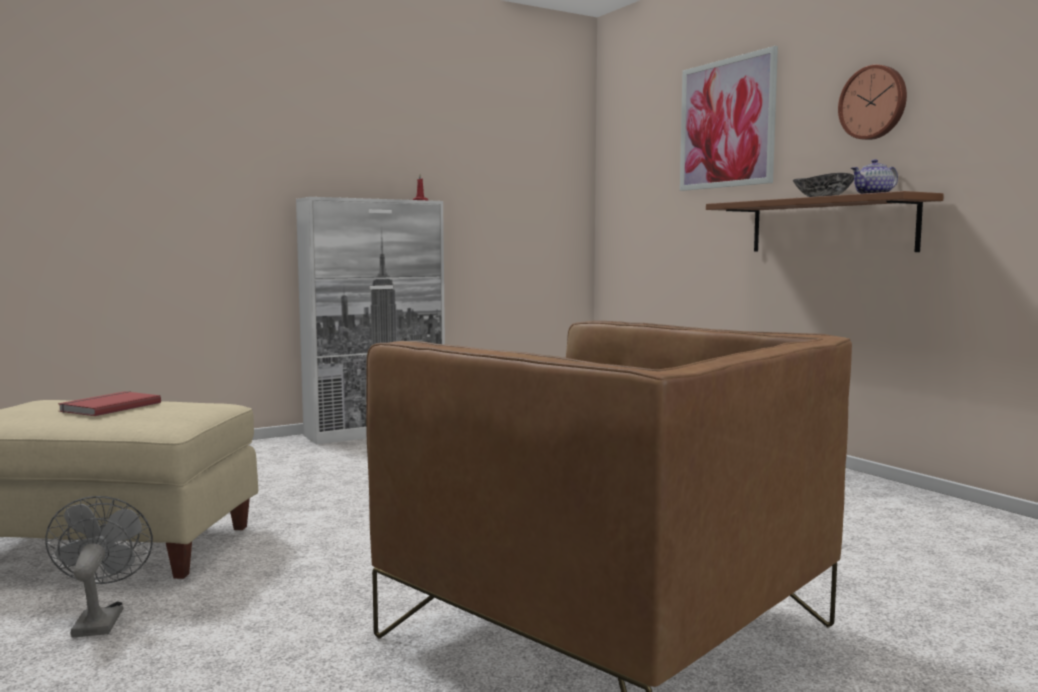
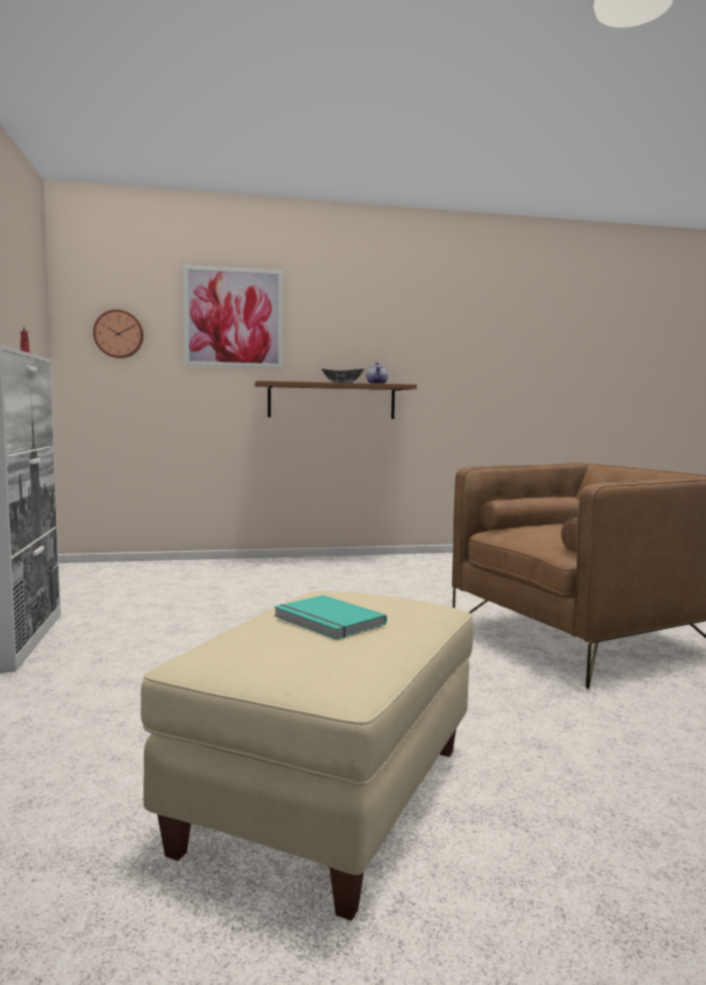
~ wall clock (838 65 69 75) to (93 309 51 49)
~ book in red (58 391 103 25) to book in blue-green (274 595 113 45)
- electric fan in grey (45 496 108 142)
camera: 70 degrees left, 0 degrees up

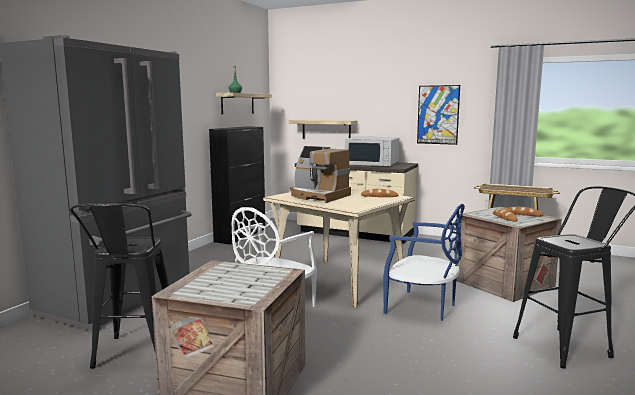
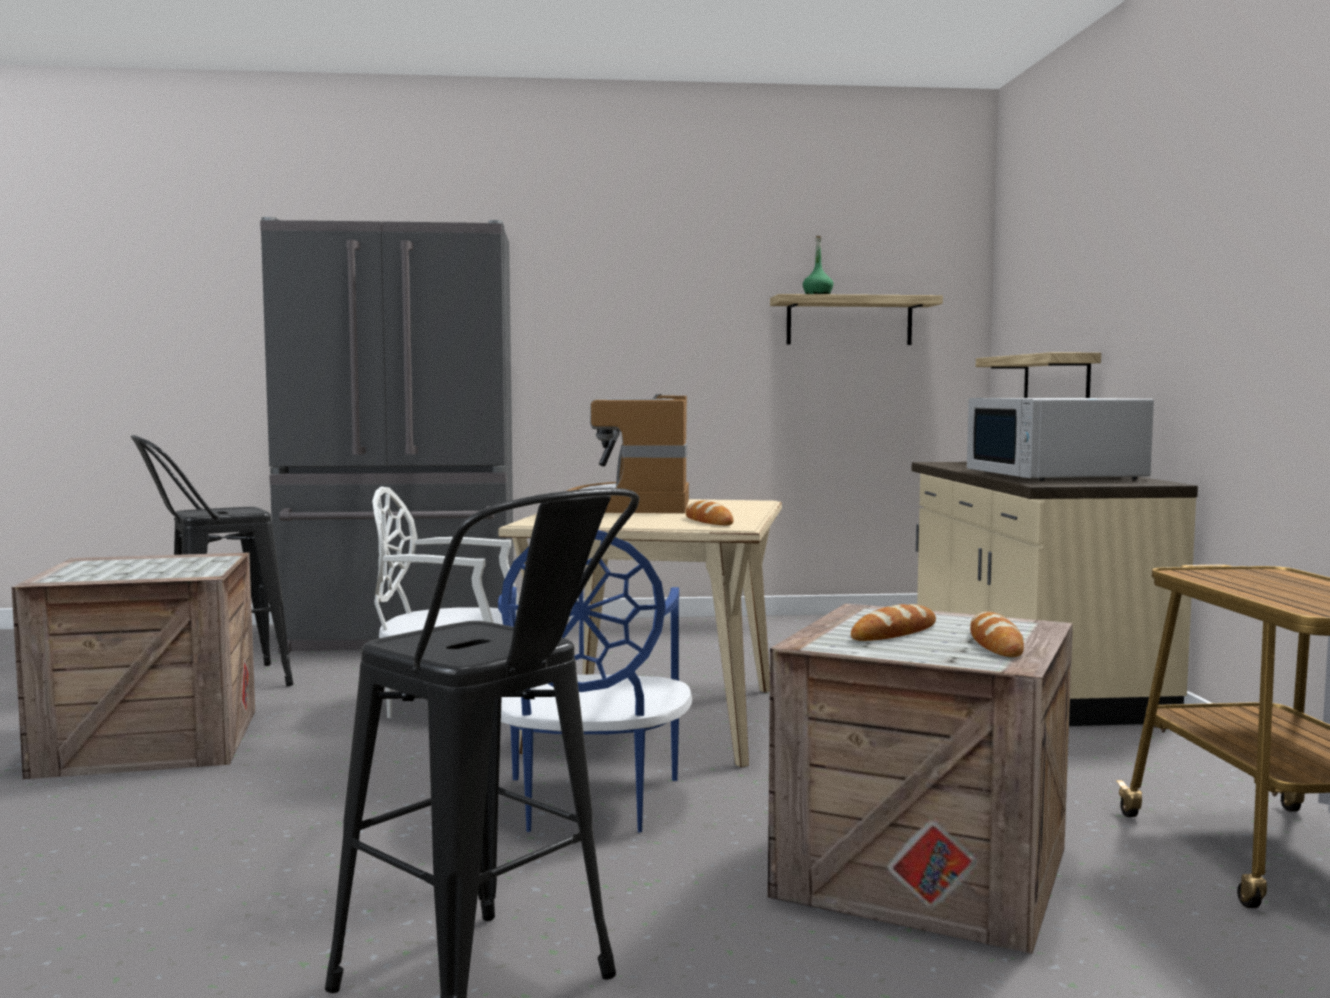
- wall art (417 85 43 60)
- cabinet in black (209 126 56 119)
camera: 60 degrees right, 5 degrees down

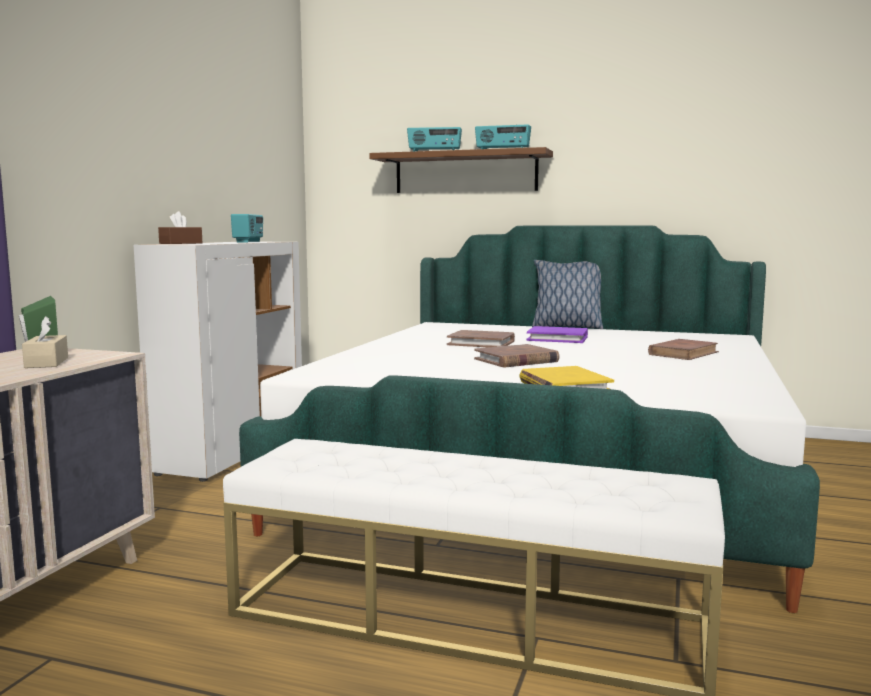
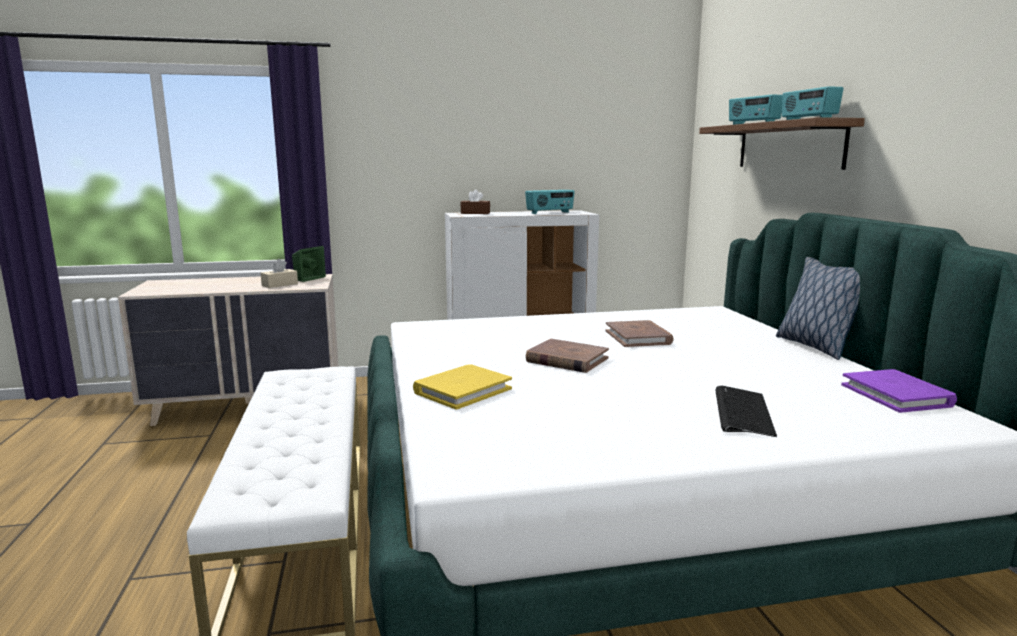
~ book in purplish (527 326 61 17) to (841 369 116 44)
~ book in brown (648 339 71 21) to computer keyboard (715 385 62 52)
camera: 60 degrees right, 5 degrees up

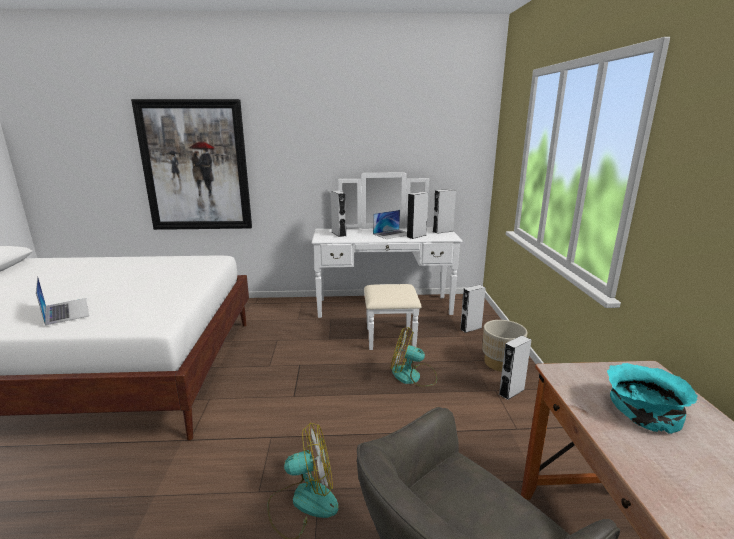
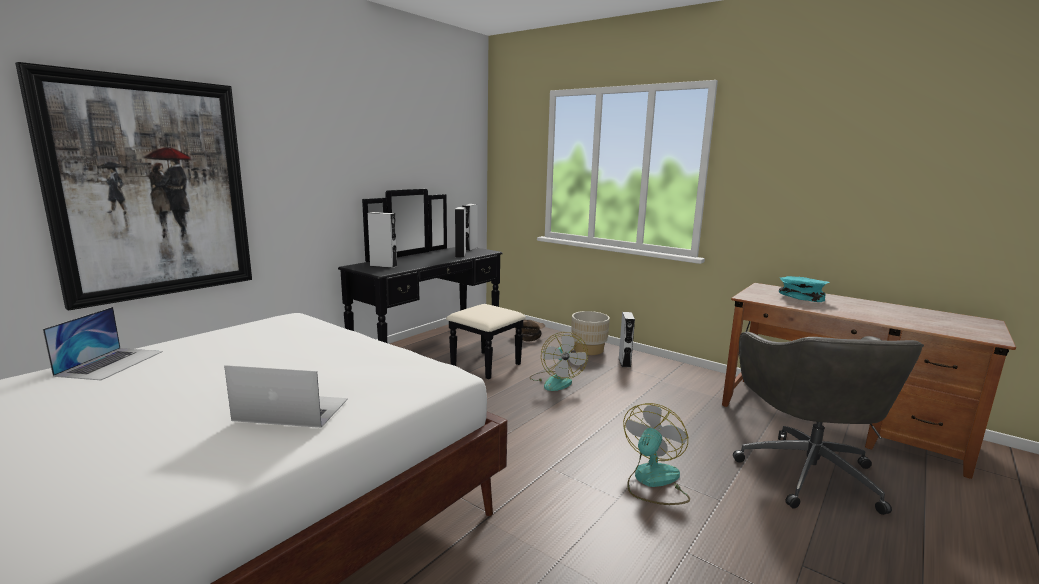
~ drawer chest in white-coloured (311 173 151 177) to drawer chest in black (338 189 188 190)
~ notebook computer (373 210 34 29) to (43 307 120 73)
~ speaker in grey (460 285 26 48) to serving bowl in brown (515 320 31 21)
~ electric fan (391 327 46 60) = (529 332 59 59) 60 degrees counterclockwise
camera: 50 degrees left, 5 degrees down

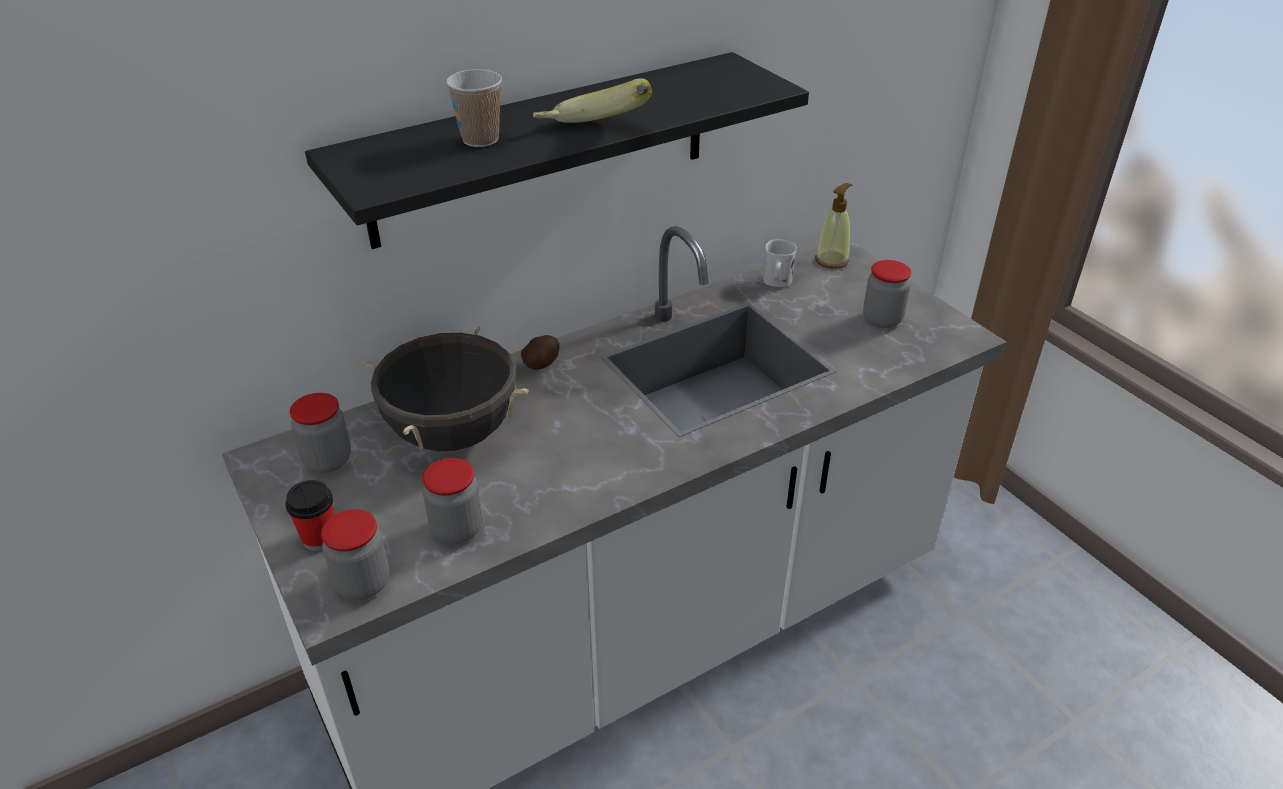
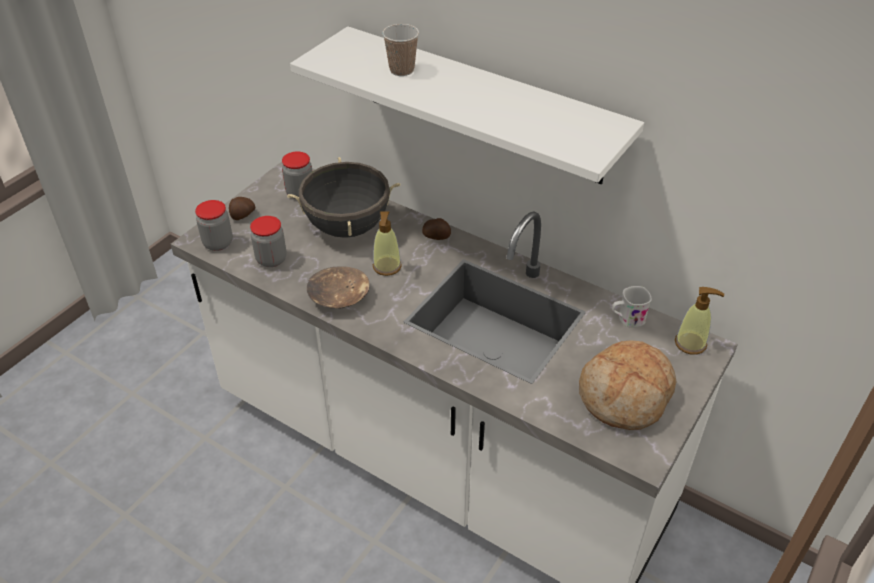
~ wall shelf in black (305 52 504 197) to wall shelf in white-coloured (290 26 354 158)
- whole banana (533 78 119 45)
~ storage jar (863 260 48 68) to bread (579 340 98 90)
~ small cup (285 480 49 71) to spud (229 197 26 23)
+ soap dispenser (373 211 29 65)
+ serving bowl in brown (307 266 63 43)
camera: 65 degrees right, 5 degrees up

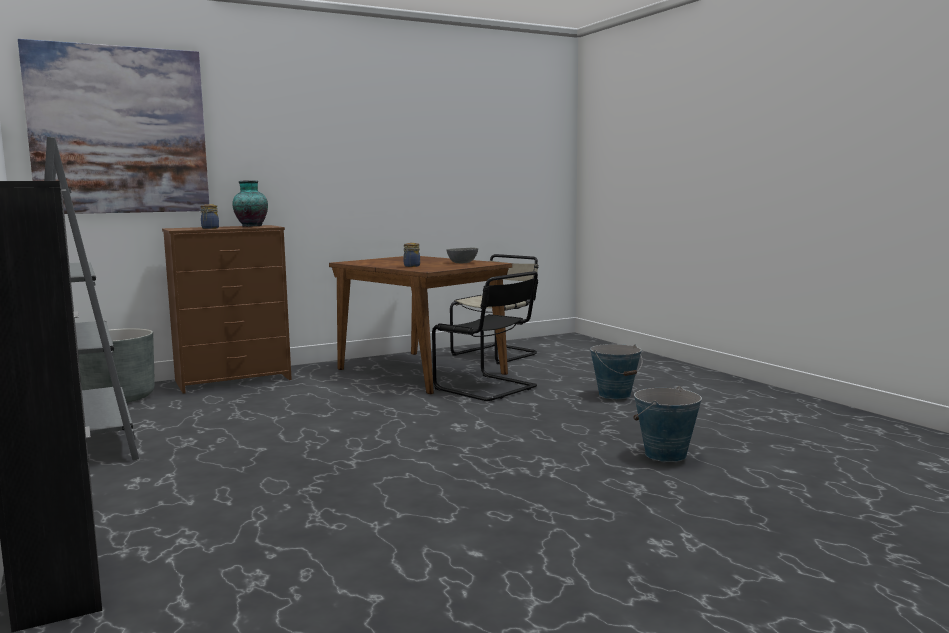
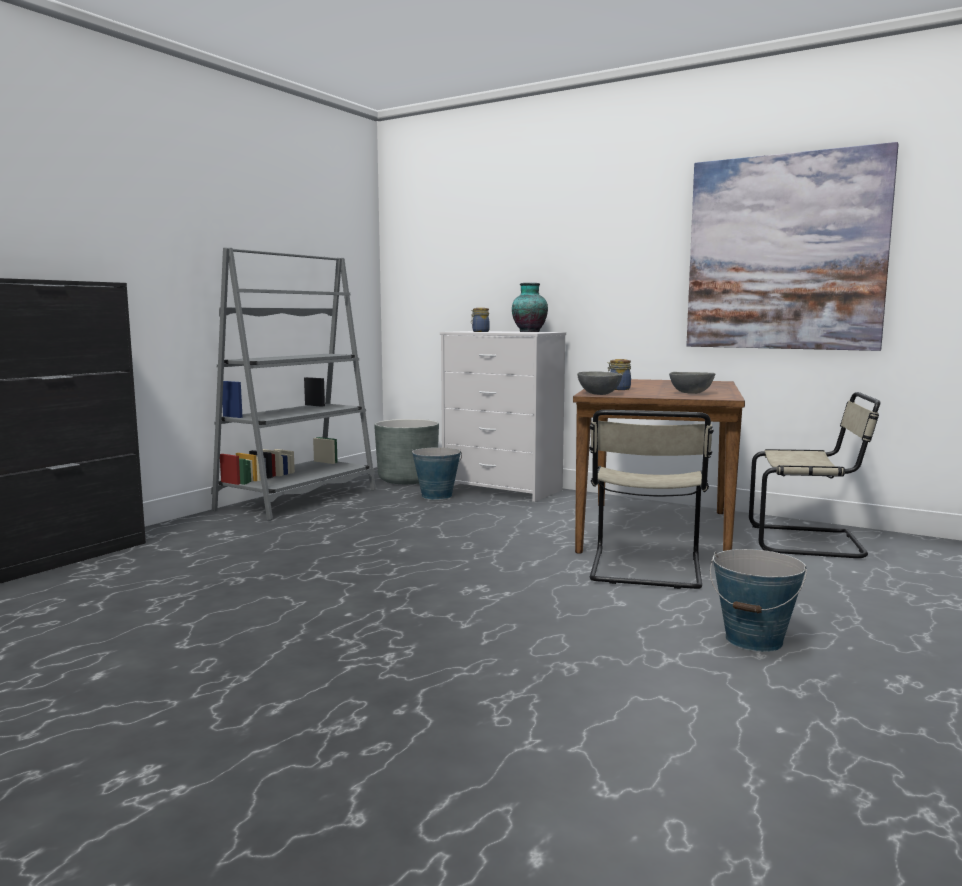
~ wall art (18 39 191 175) to (686 142 213 209)
~ drawer chest in brown (162 225 130 169) to drawer chest in white-coloured (440 331 126 171)
~ upright chair in black (432 271 106 130) to upright chair in beige (590 410 124 179)
~ water bucket (633 386 69 76) to (412 447 50 53)
+ serving bowl in grey (577 371 45 24)
camera: 60 degrees right, 0 degrees up

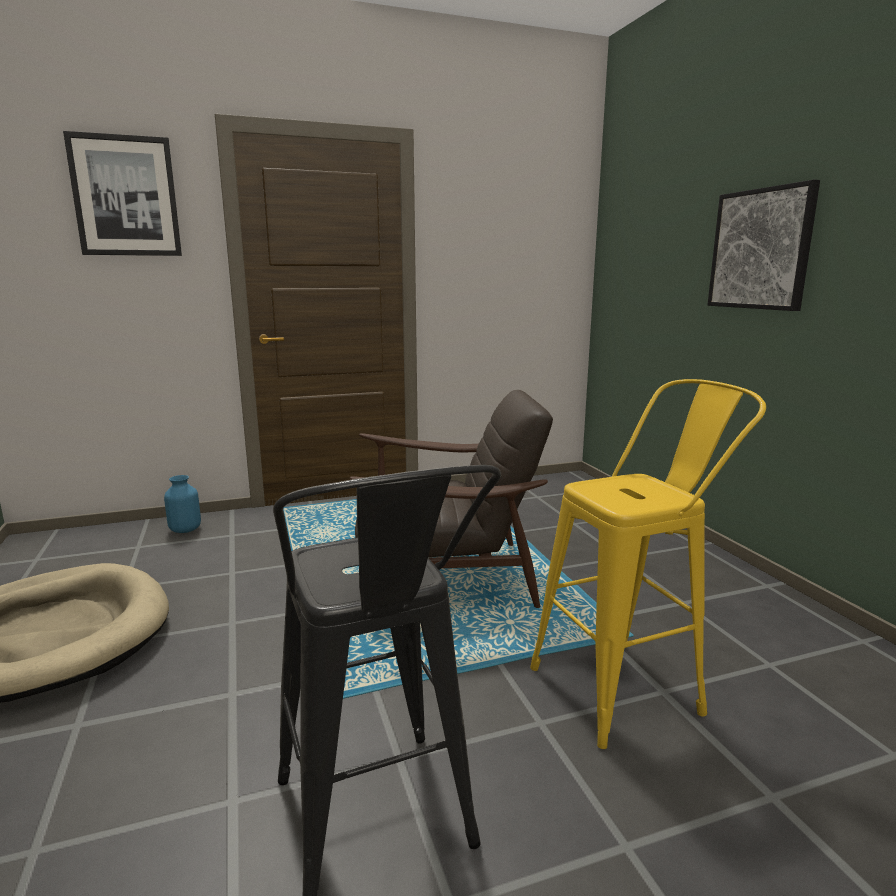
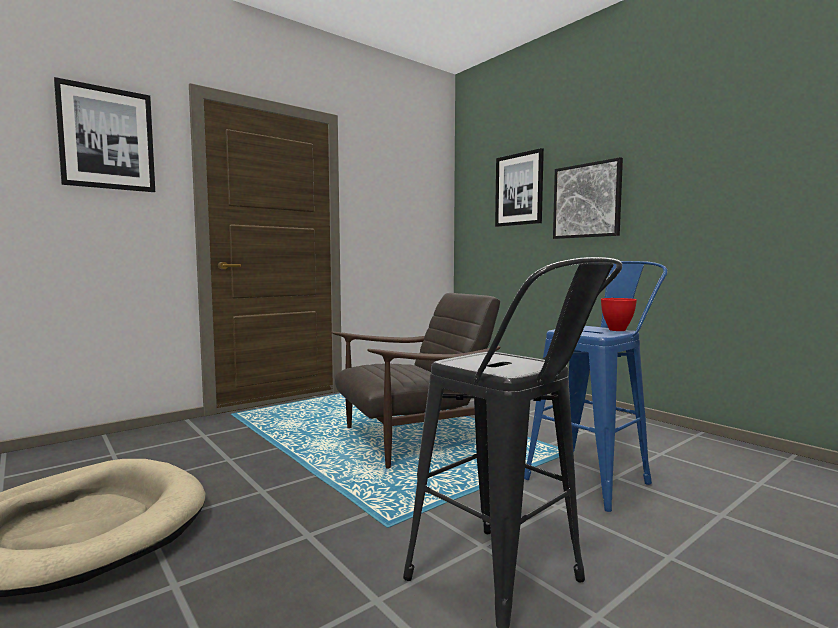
~ stool seat in yellowish (530 379 236 370) to stool seat in bluish (524 261 143 251)
- flower vase in bluish (164 475 37 58)
+ wall art (495 148 49 79)
+ serving bowl in red (601 298 36 33)
camera: 20 degrees left, 10 degrees down

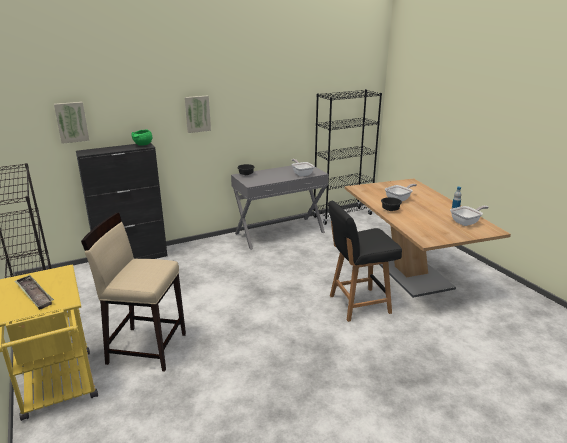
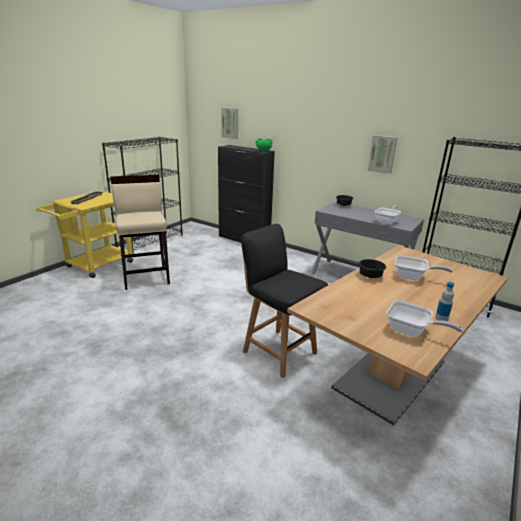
~ wall art (185 95 26 38) to (368 135 30 39)
camera: 60 degrees right, 0 degrees up

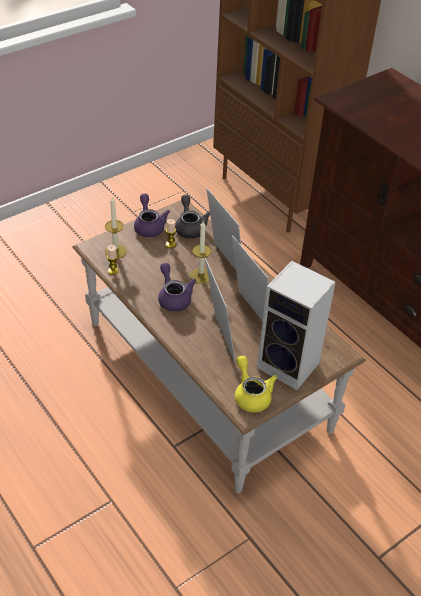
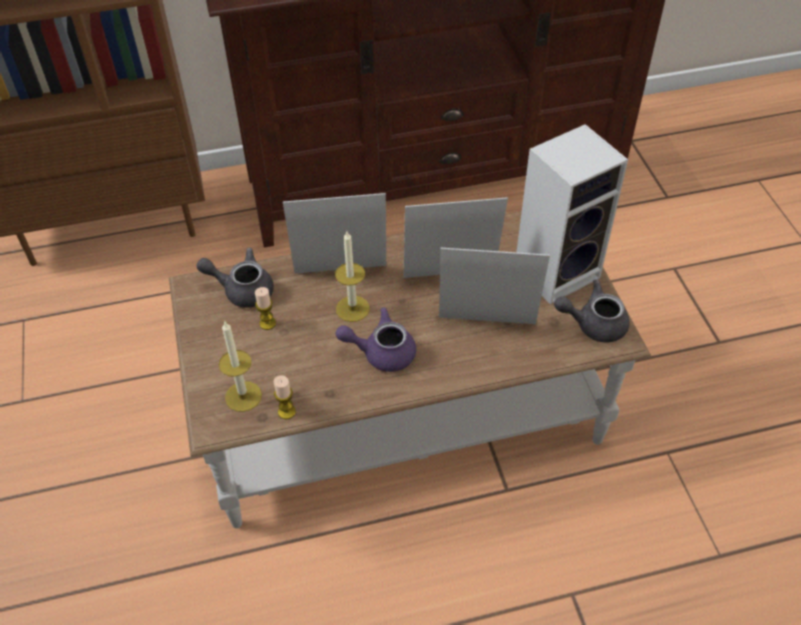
- tea pot in purplish (134 193 36 44)
~ tea pot in yellowish (235 356 42 56) to tea pot in grey (554 280 76 63)
camera: 65 degrees left, 5 degrees up

